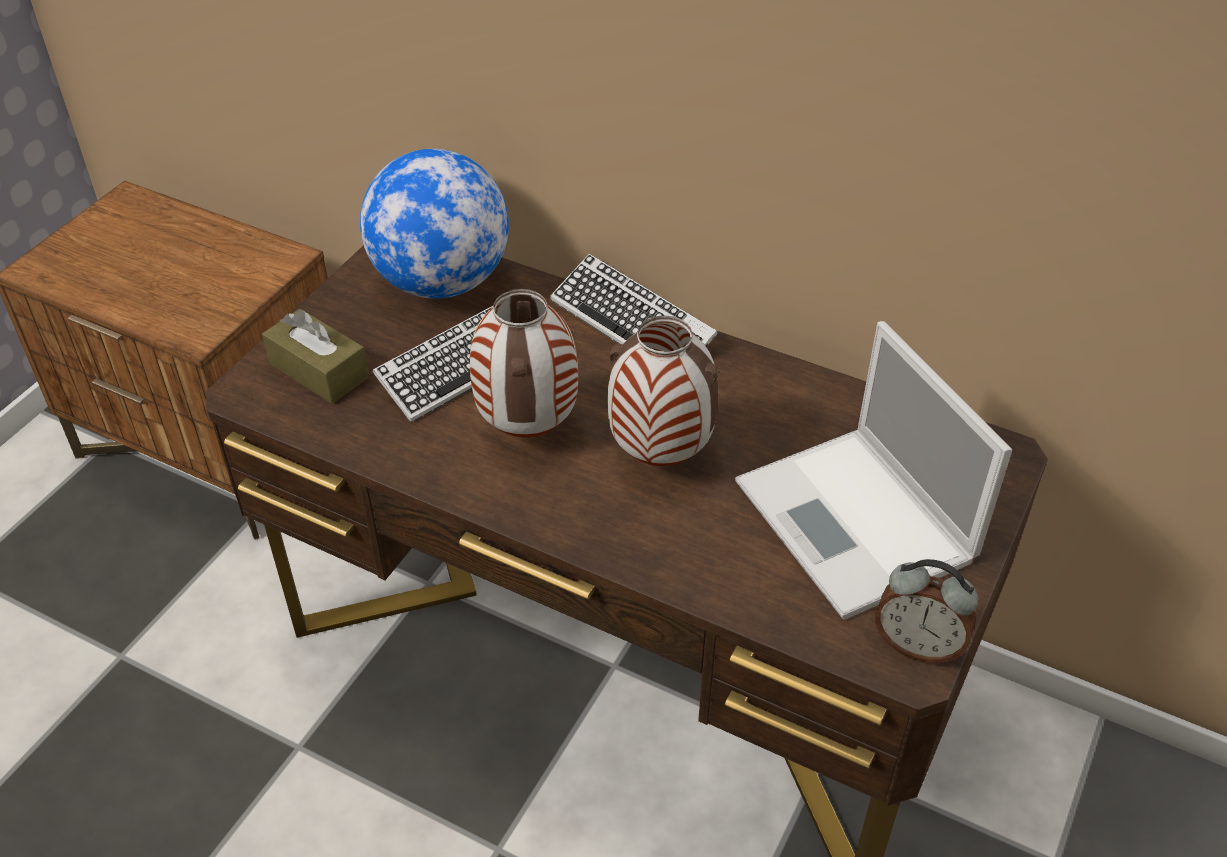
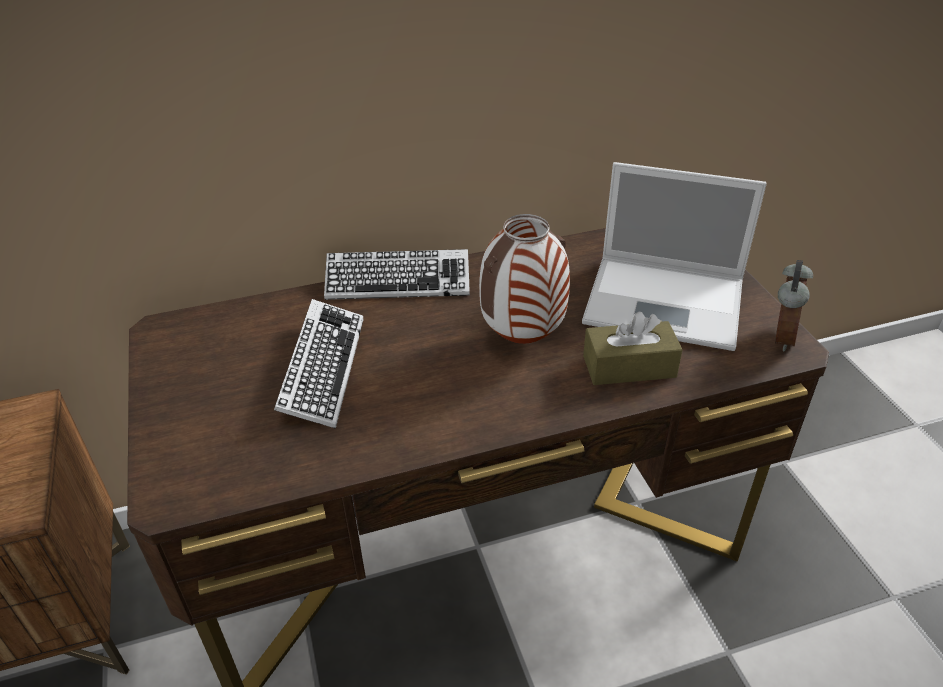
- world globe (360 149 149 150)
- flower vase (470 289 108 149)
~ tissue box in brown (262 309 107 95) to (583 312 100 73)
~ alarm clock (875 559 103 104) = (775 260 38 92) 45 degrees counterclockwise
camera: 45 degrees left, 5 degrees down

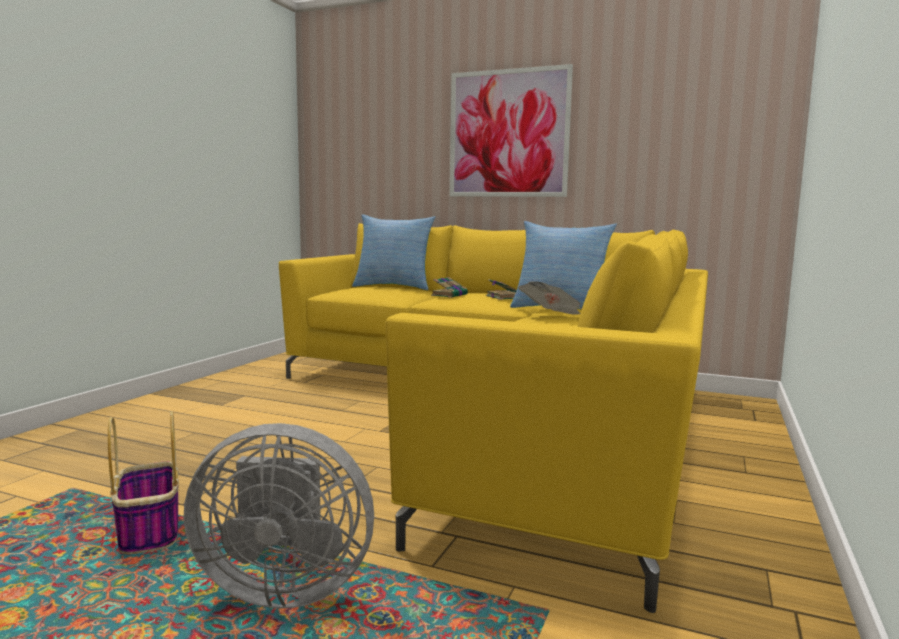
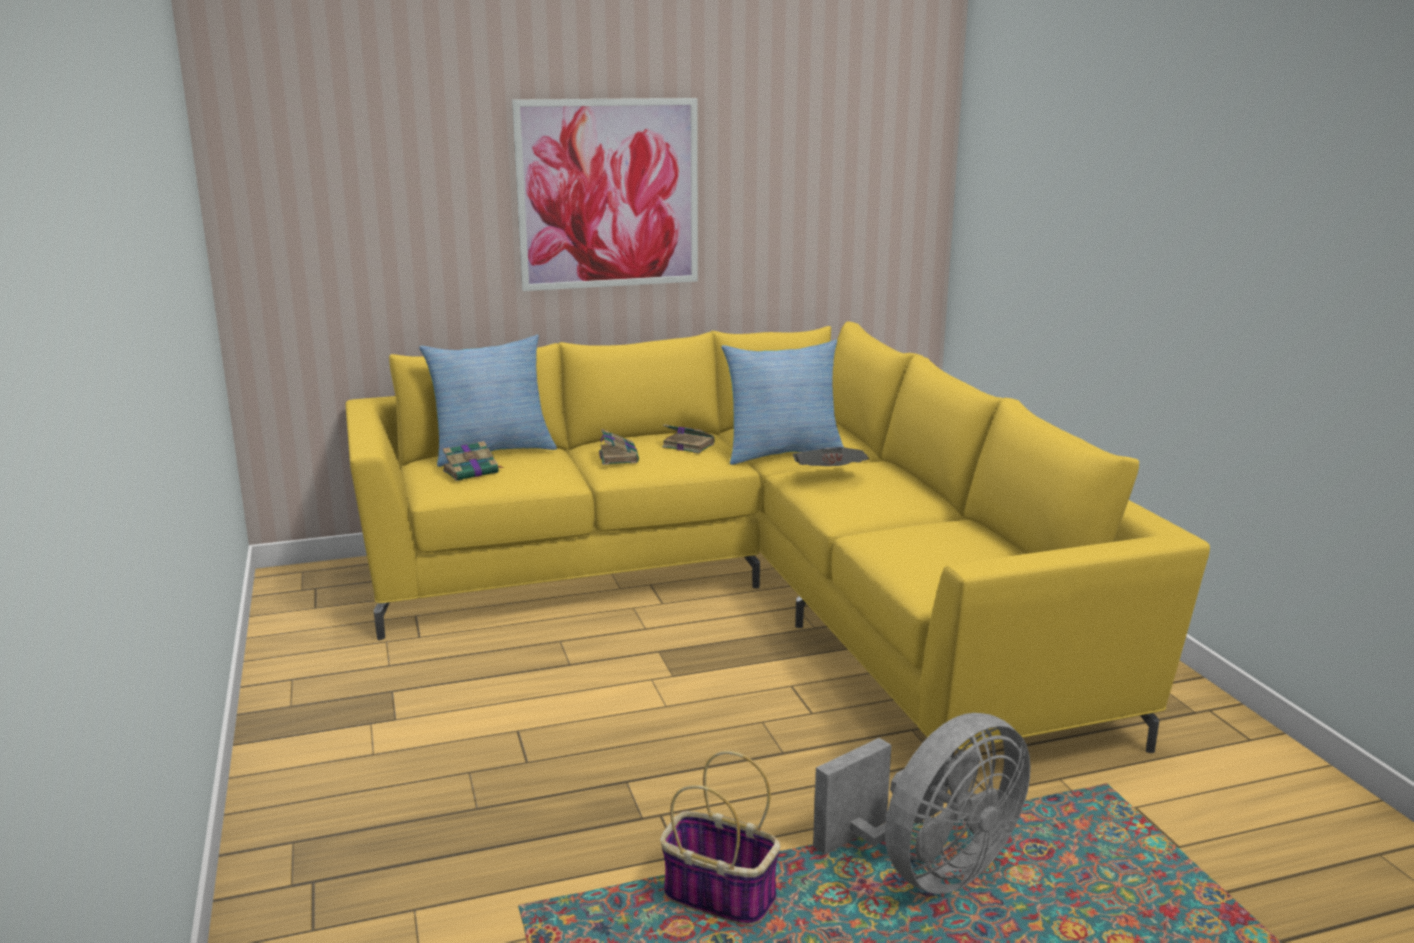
+ book (442 441 61 40)
camera: 40 degrees left, 10 degrees up

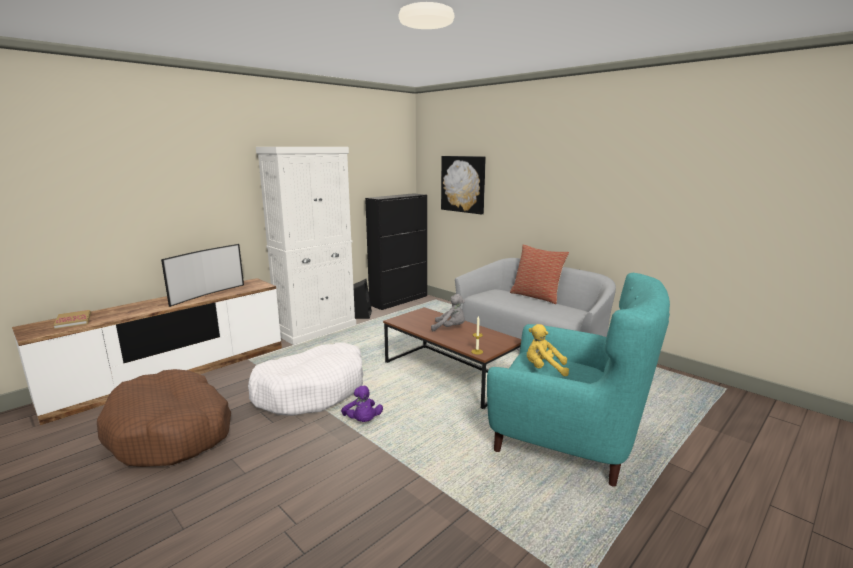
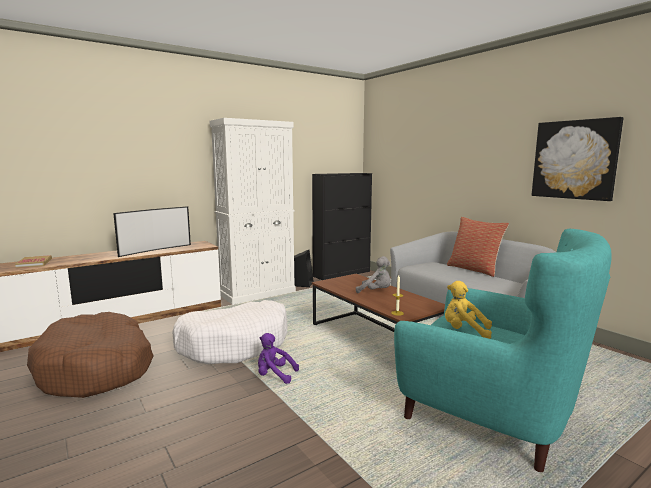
~ wall art (441 156 45 58) to (532 117 92 84)
~ soft toy in purplish (341 386 42 36) = (258 333 41 51) 120 degrees clockwise
camera: 10 degrees right, 5 degrees down

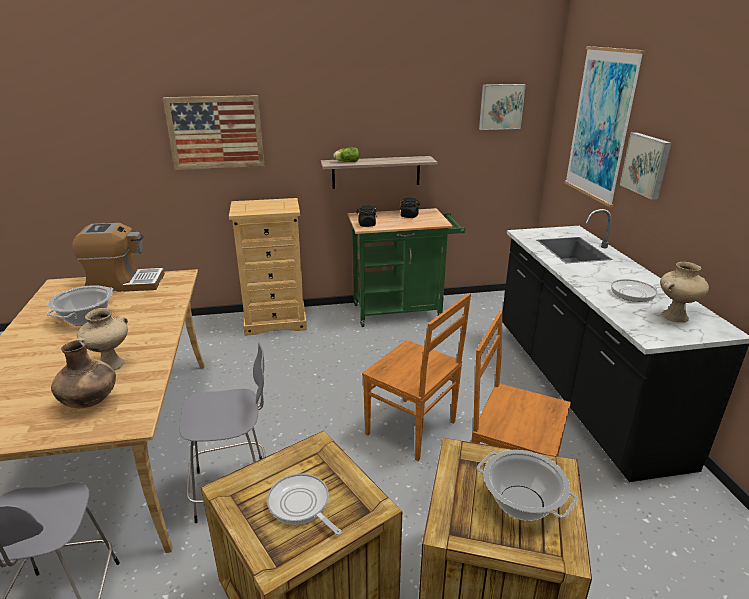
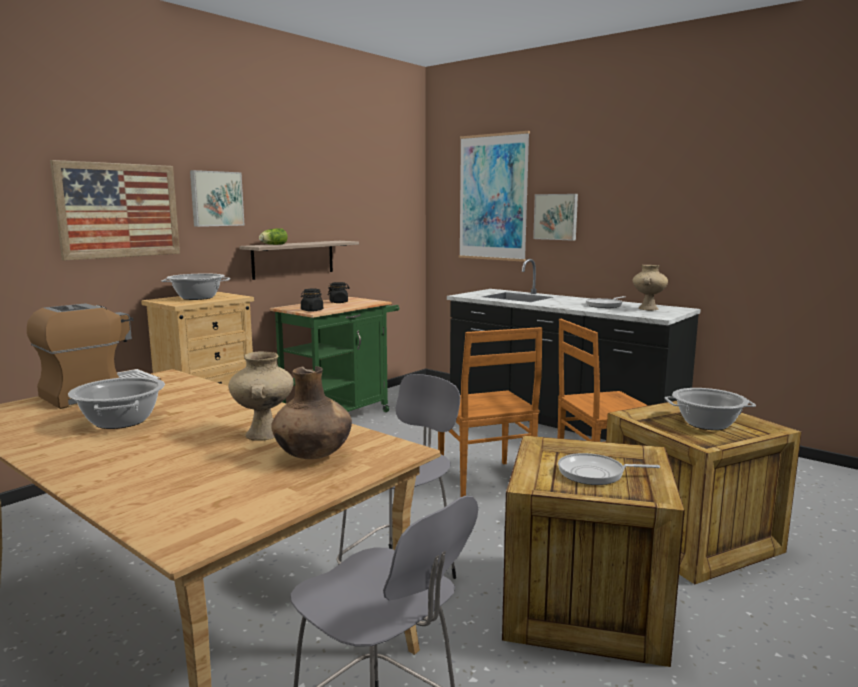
~ wall art (479 84 47 46) to (190 170 54 57)
~ upright chair in brown (362 293 109 168) = (438 327 105 170) 75 degrees clockwise
+ cooking pot (161 274 69 26)
camera: 40 degrees left, 15 degrees down

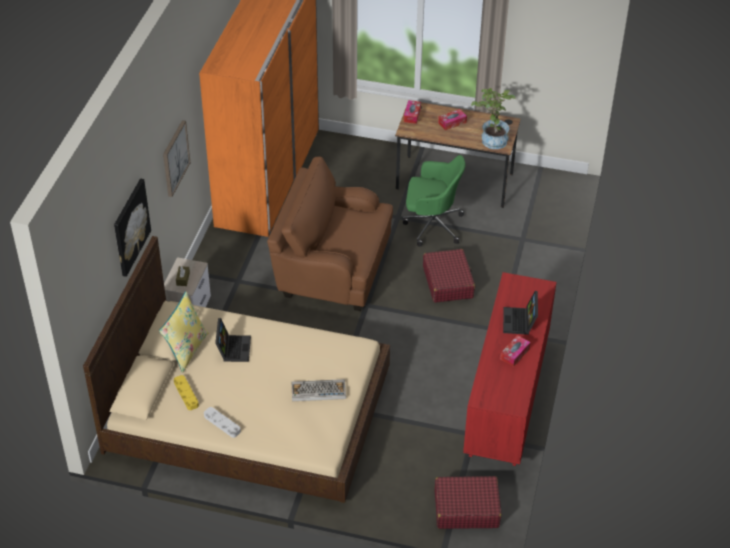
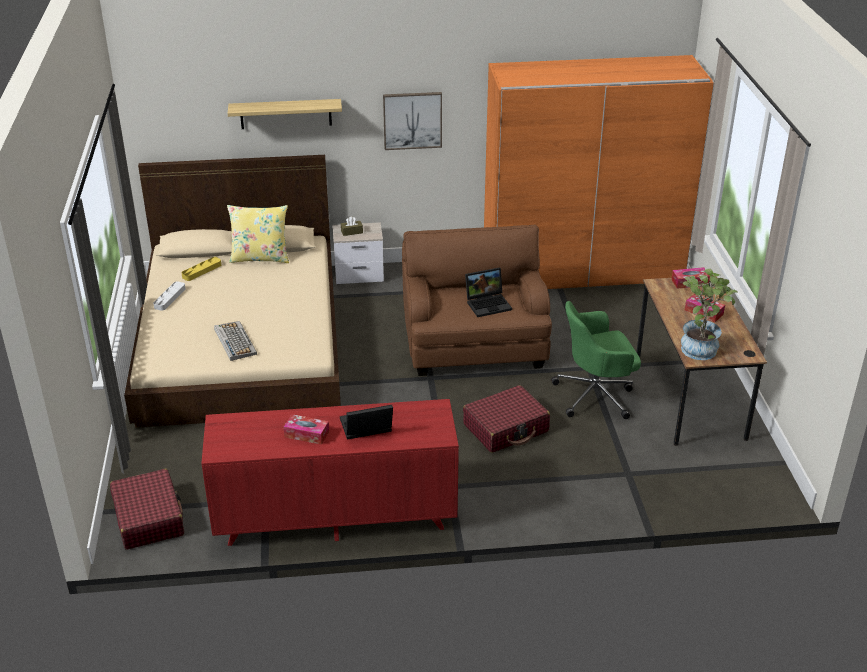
~ computer chair in green (403 155 62 92) = (551 301 90 118) 90 degrees clockwise
~ wall art (114 179 37 98) to wall shelf (228 99 114 30)
~ notebook computer (215 318 36 44) to (465 267 47 50)
camera: 70 degrees right, 10 degrees down

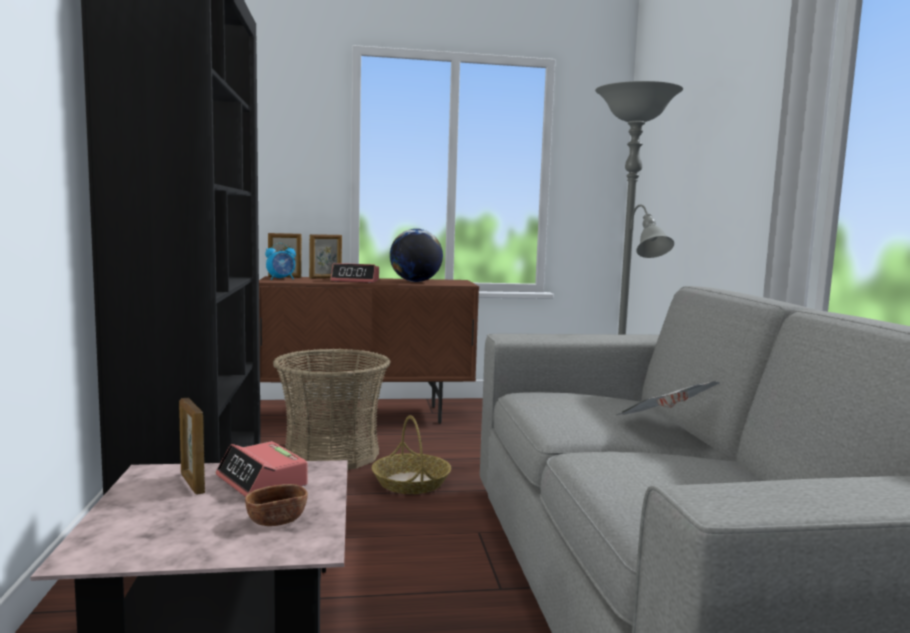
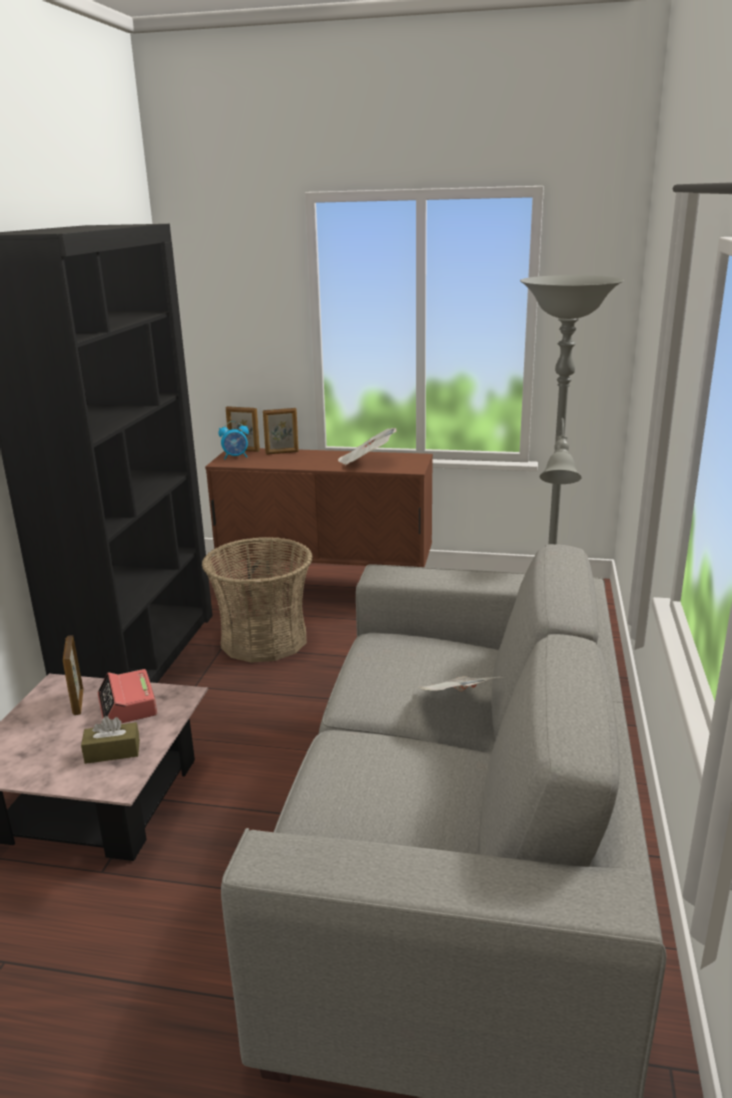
~ world globe (390 229 53 53) to printed paper (338 428 59 37)
- alarm clock (330 263 49 20)
- household basket (372 415 79 79)
~ serving bowl in brown (245 484 63 42) to tissue box in brown (81 716 59 48)
camera: 20 degrees right, 15 degrees up

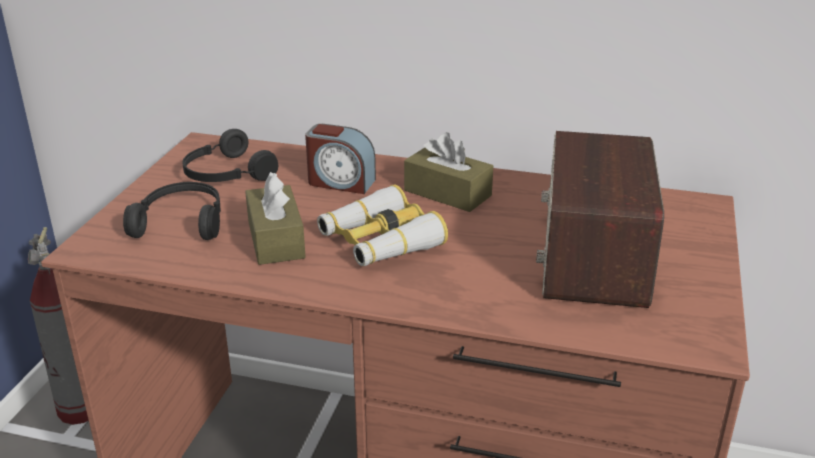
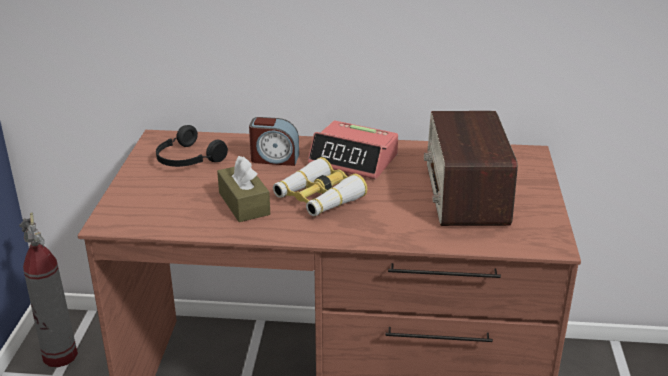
~ tissue box in brown (404 132 89 80) to alarm clock (308 120 90 59)
- headset in black (123 182 98 58)
camera: 10 degrees left, 0 degrees up

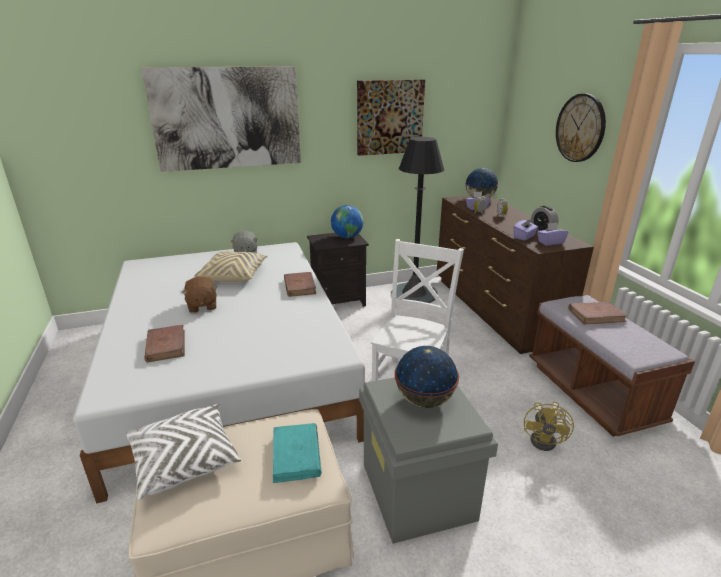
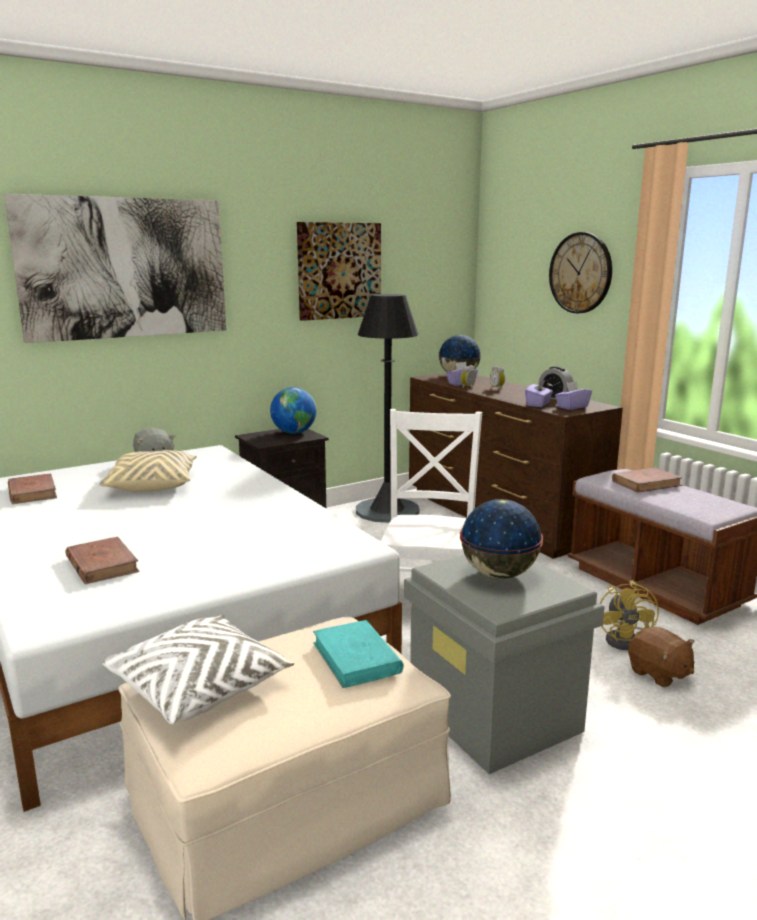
~ book in brown (284 272 32 25) to (8 474 49 30)
~ soft toy in brown (182 276 35 37) to (628 627 67 60)
camera: 15 degrees left, 10 degrees down

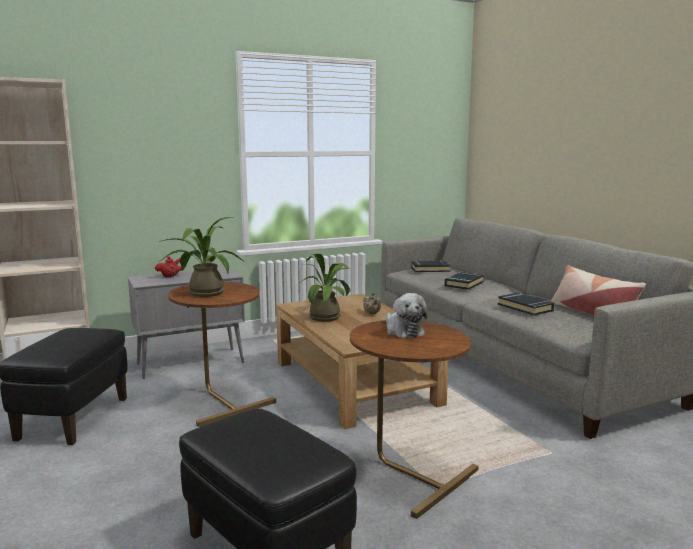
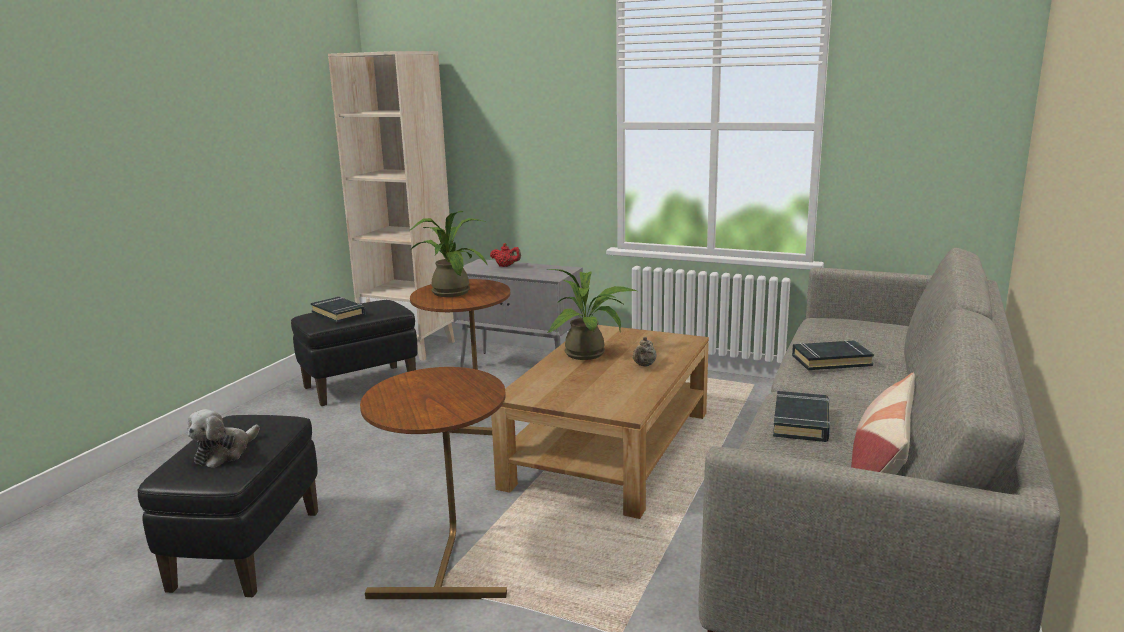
~ book in black (411 261 40 11) to (311 297 55 25)
~ soft toy (386 293 41 45) to (187 409 73 59)
camera: 50 degrees right, 5 degrees up

